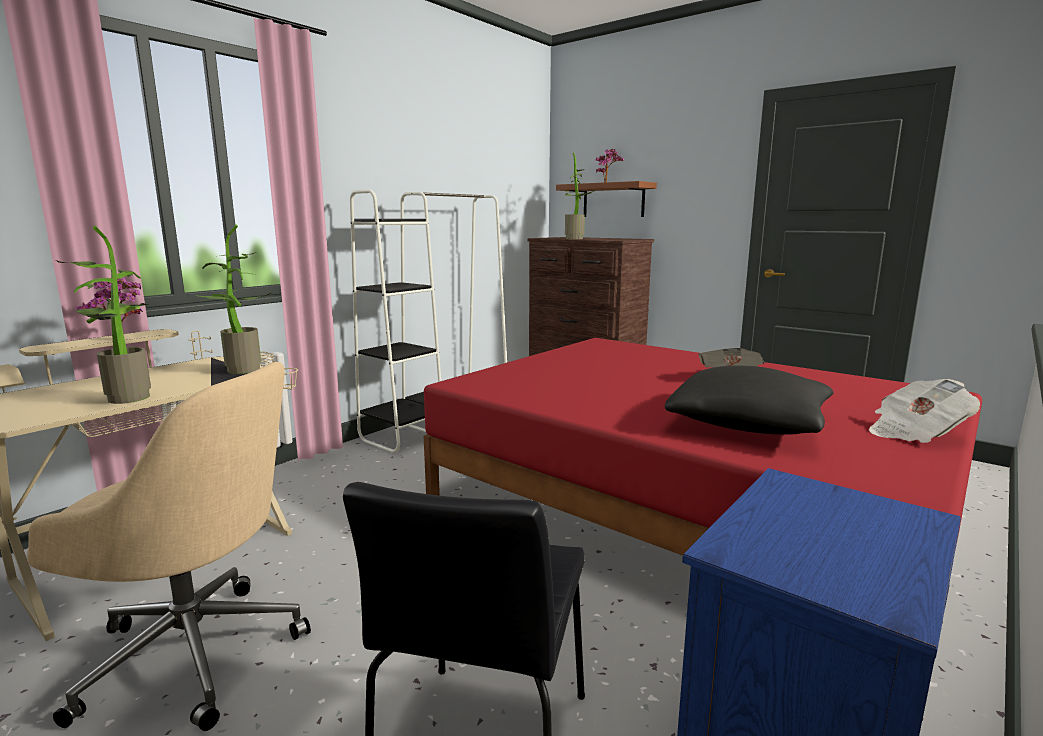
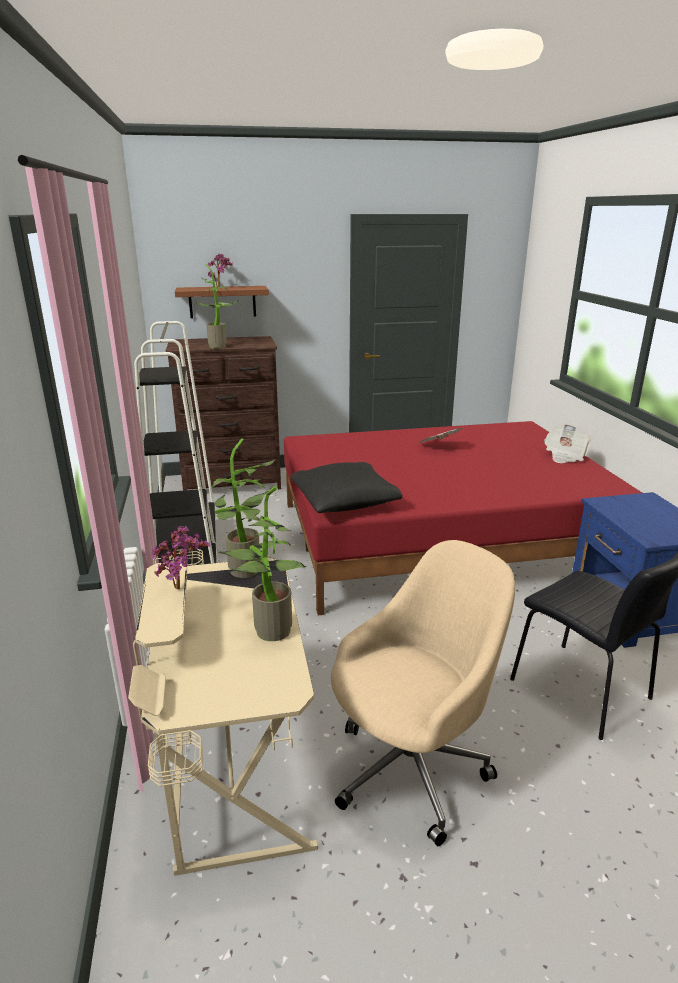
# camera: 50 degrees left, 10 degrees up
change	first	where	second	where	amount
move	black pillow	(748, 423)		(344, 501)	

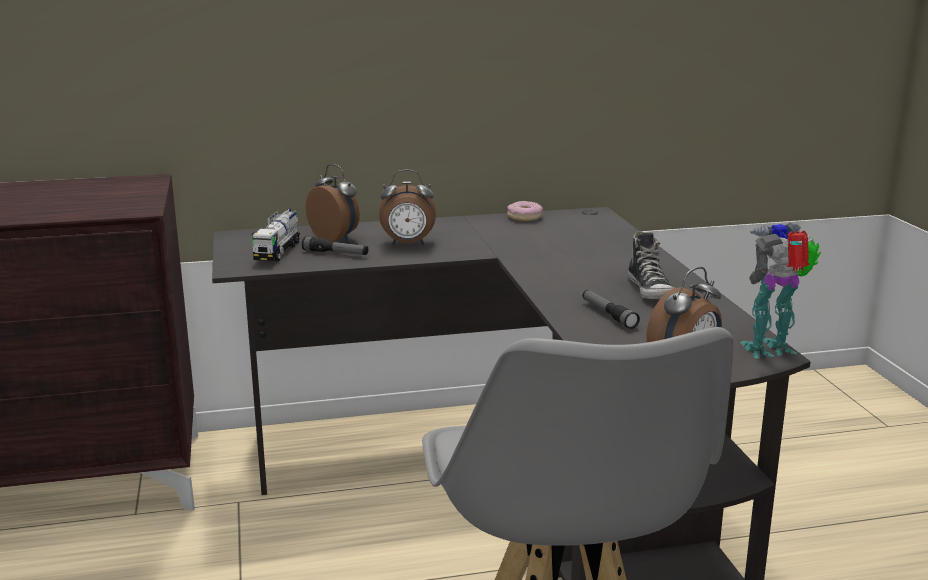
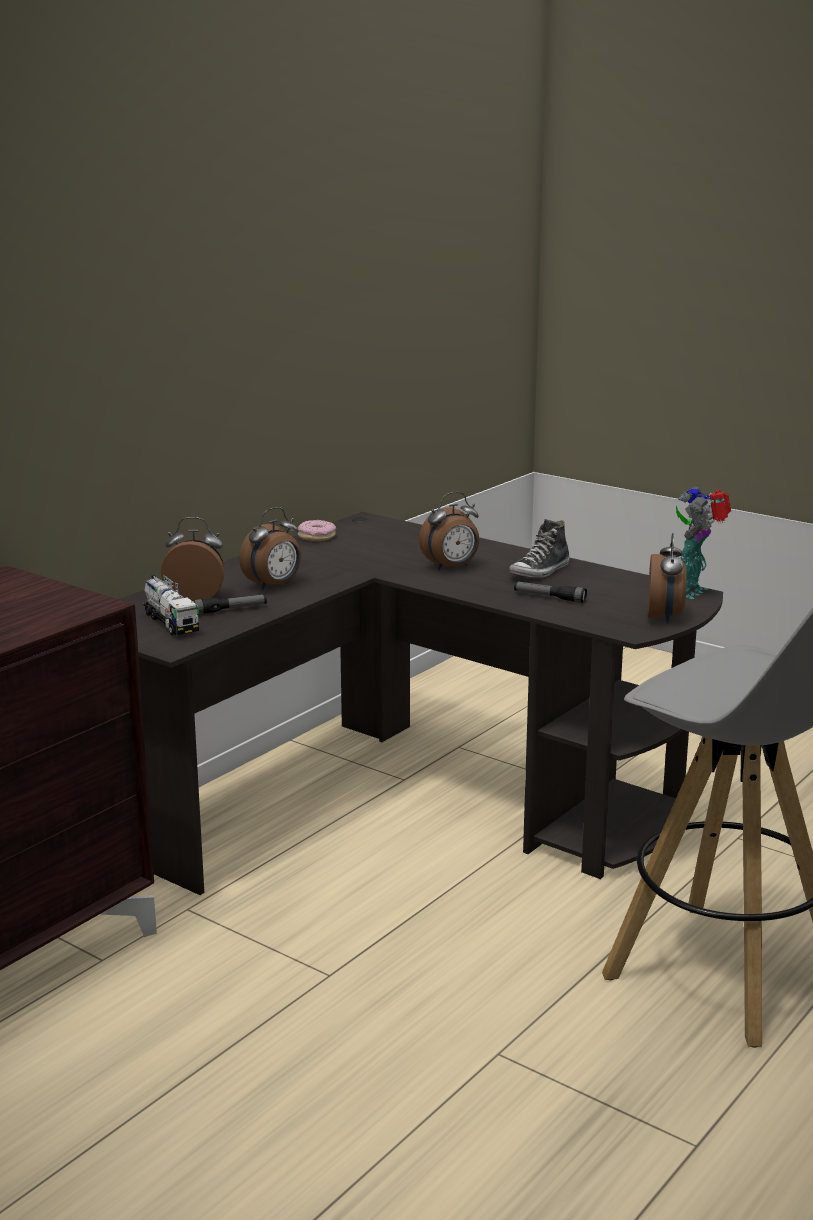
# camera: 40 degrees left, 0 degrees up
change	first	where	second	where	amount
rotate	shoe	(651, 290)		(540, 572)	90 degrees clockwise
insert			alarm clock	(451, 567)	

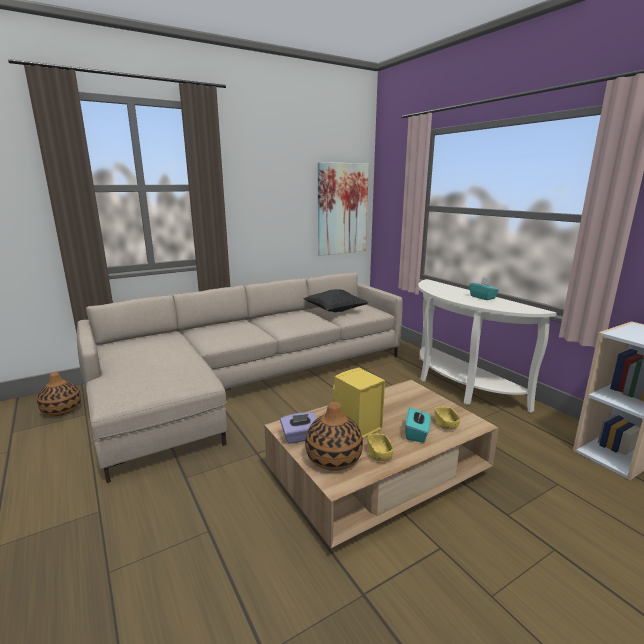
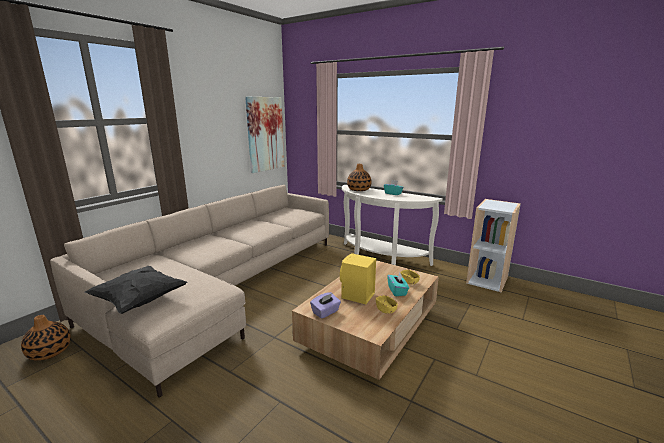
# camera: 25 degrees left, 0 degrees up
change	first	where	second	where	amount
move	black pillow	(335, 311)		(140, 301)	
move	vase	(333, 458)		(359, 189)	

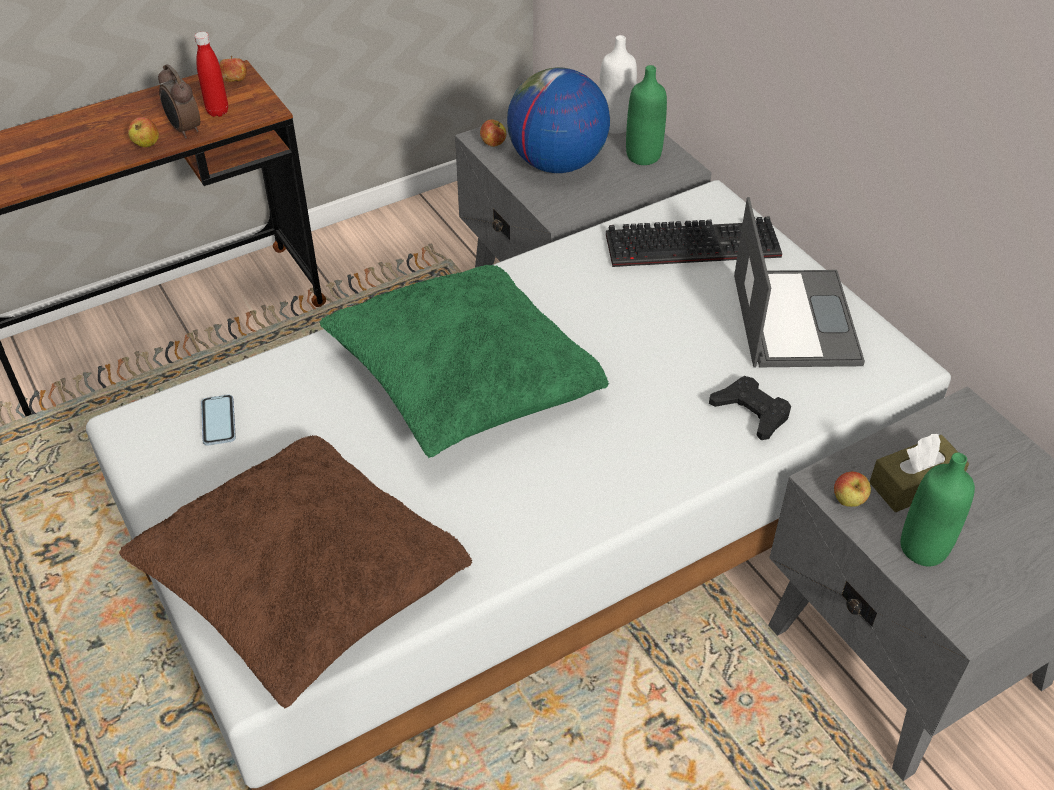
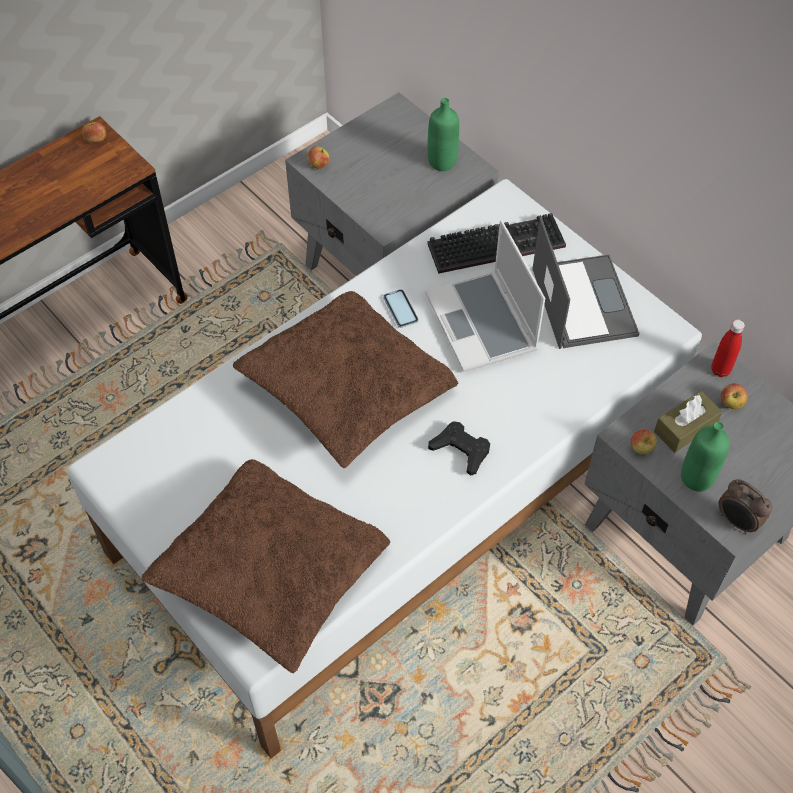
# camera: 10 degrees left, 10 degrees up
change	first	where	second	where	amount
move	red bottle	(217, 112)		(720, 370)	
delete	white bottle	(615, 125)			
move	alarm clock	(184, 130)		(736, 522)	
delete	globe	(556, 164)			
move	apple	(146, 144)		(731, 403)	
recolor	green pillow	(466, 379)	brown pillow	(348, 390)	
move	black game controller	(751, 412)		(461, 450)	
move	phone	(218, 421)		(400, 309)	
insert			laptop	(483, 324)	

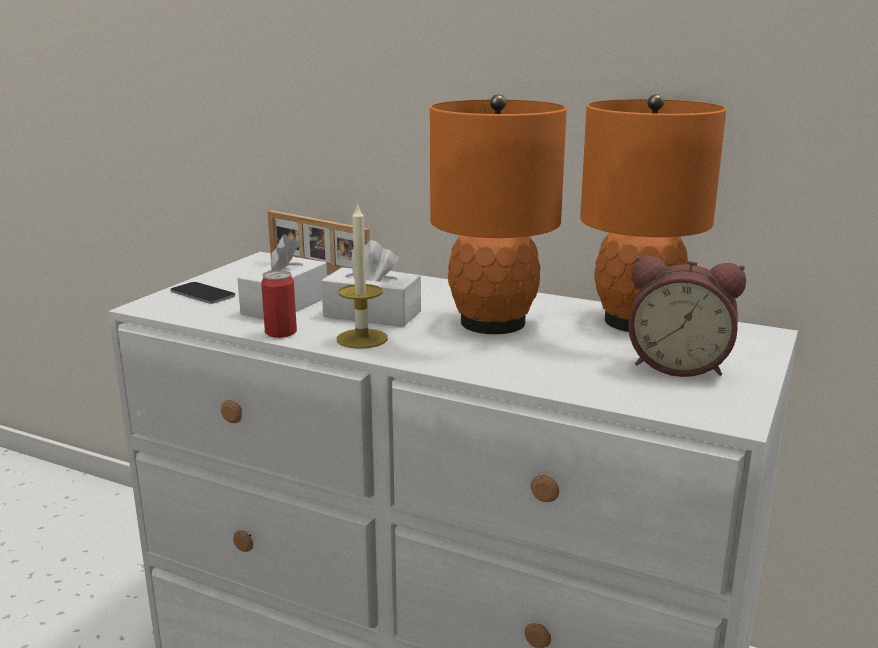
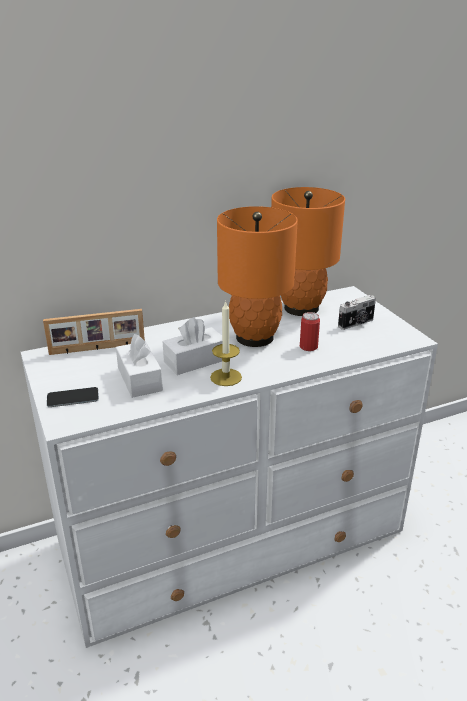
# camera: 50 degrees left, 10 degrees up
change	first	where	second	where	amount
replace	alarm clock	(678, 365)	photo camera	(356, 323)	
move	can	(281, 332)		(308, 347)	

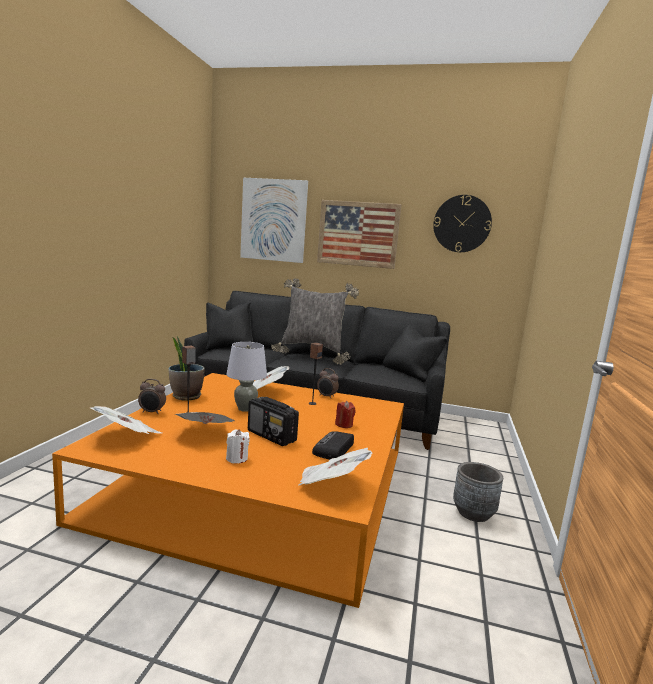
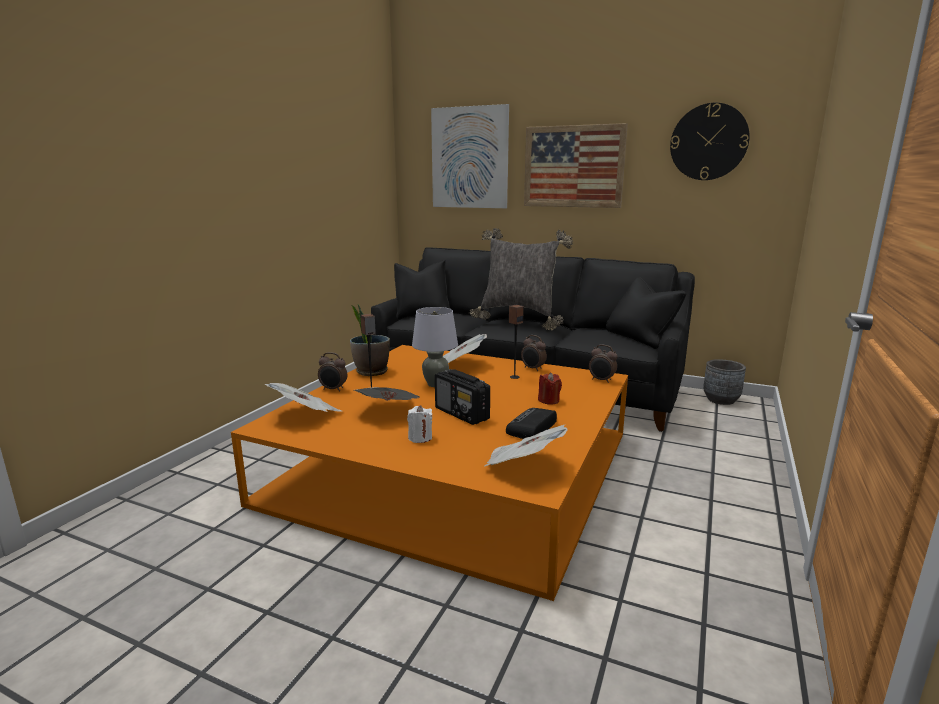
# camera: 10 degrees right, 5 degrees up
change	first	where	second	where	amount
move	grey planter	(473, 513)		(721, 400)	
insert			alarm clock	(601, 380)	

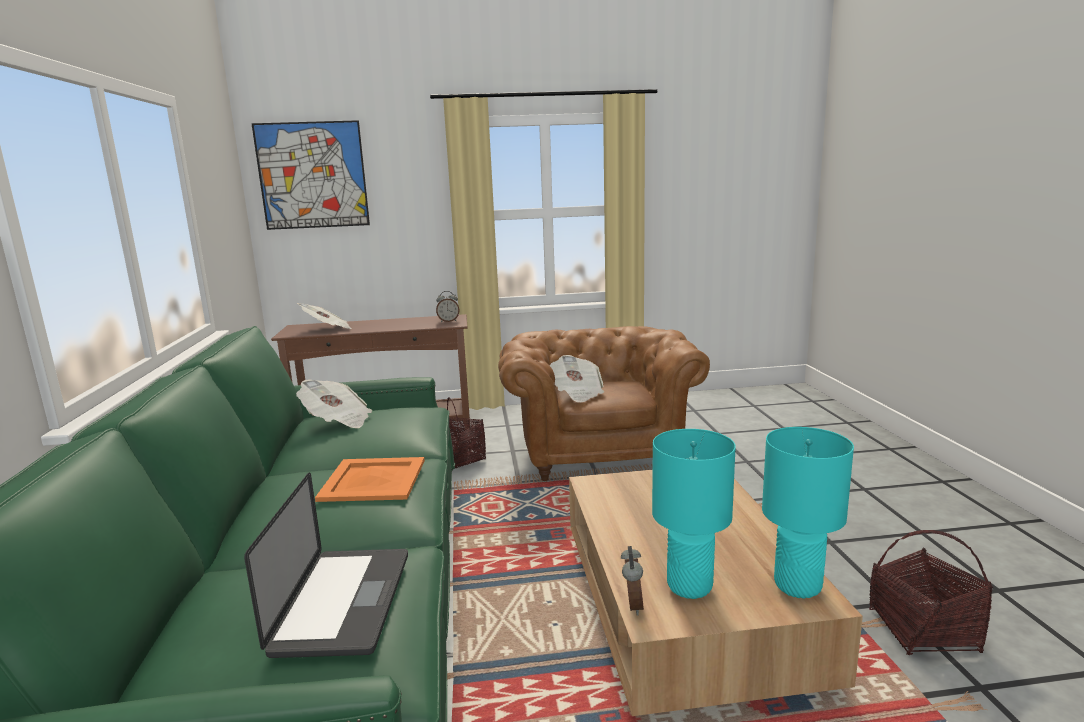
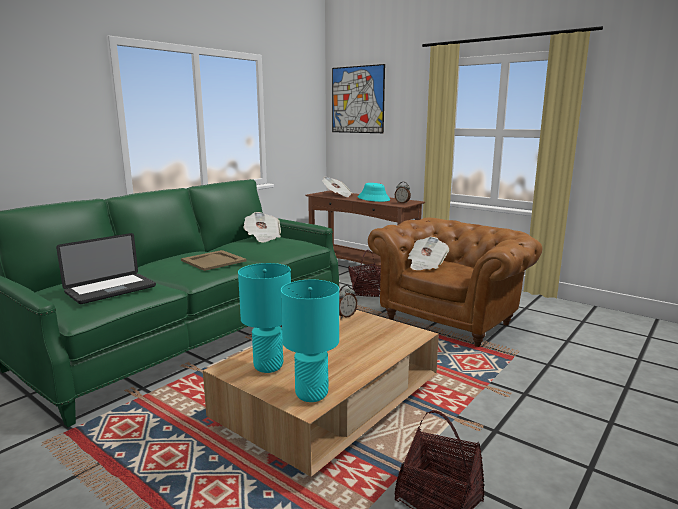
# camera: 45 degrees right, 0 degrees up
change	first	where	second	where	amount
recolor	orange tray	(374, 479)	beige tray	(214, 261)	
move	alarm clock	(632, 605)		(345, 316)	
insert			turquoise hat	(373, 199)	

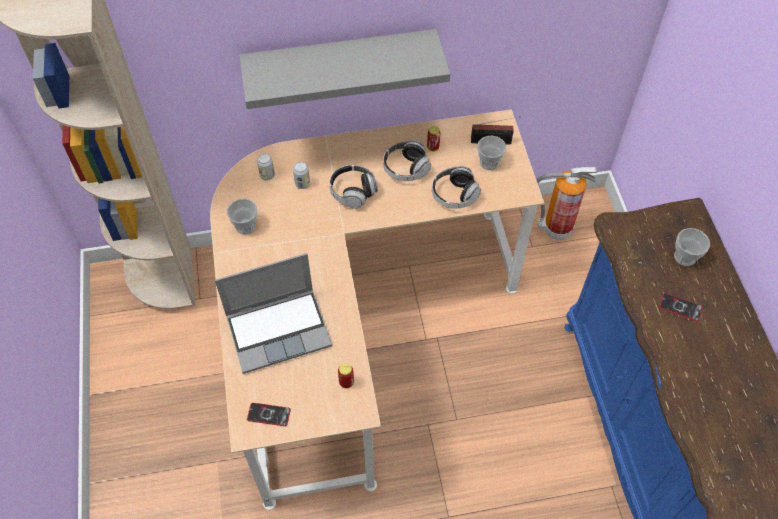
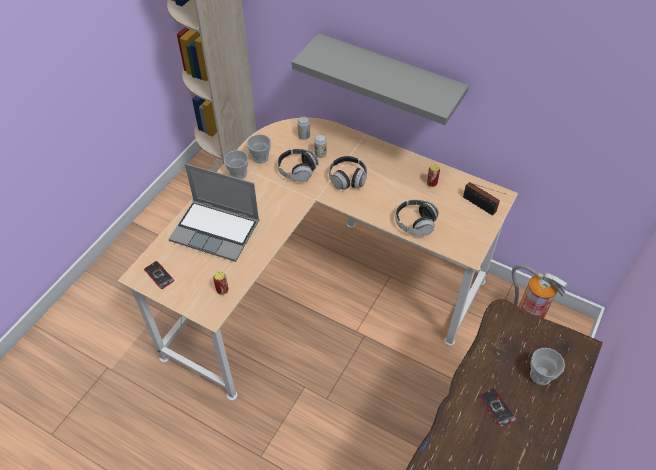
# camera: 40 degrees right, 5 degrees down
change	first	where	second	where	amount
move	cup	(489, 162)		(238, 174)	
move	headphones	(406, 168)		(297, 170)	

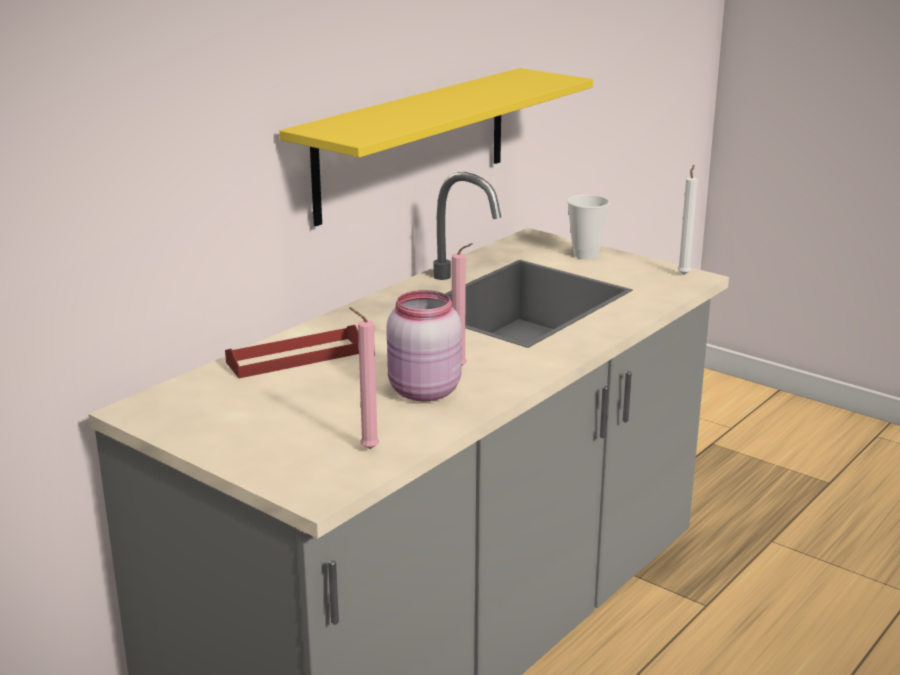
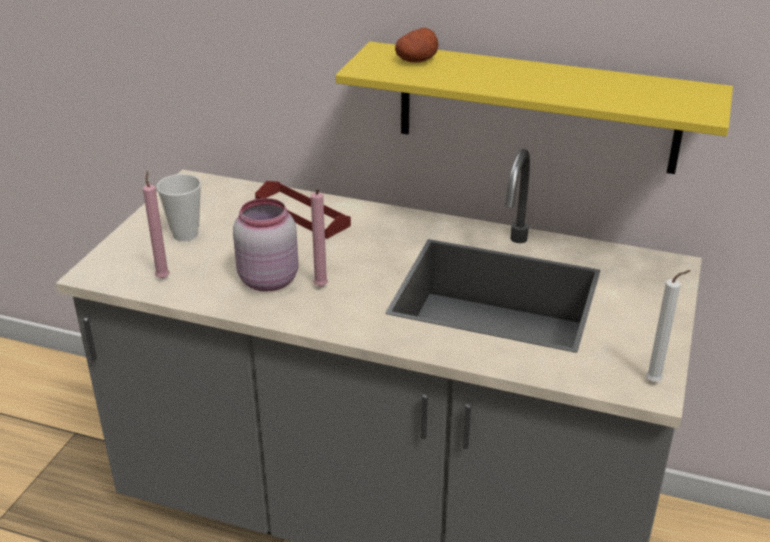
# camera: 70 degrees right, 10 degrees up
change	first	where	second	where	amount
move	cup	(586, 255)		(185, 234)	
insert			potato	(417, 60)	

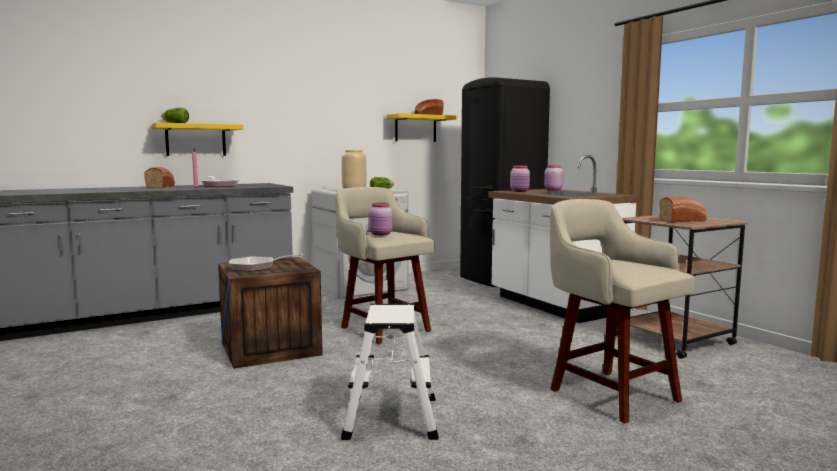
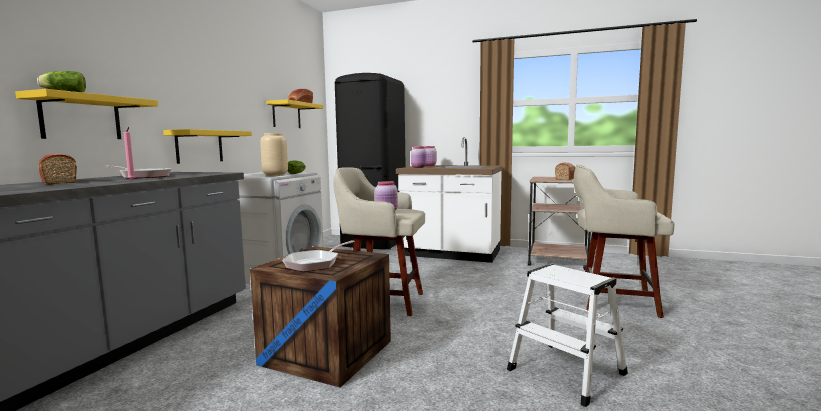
# camera: 40 degrees left, 0 degrees up
change	first	where	second	where	amount
insert			yellow shelf	(199, 146)	

